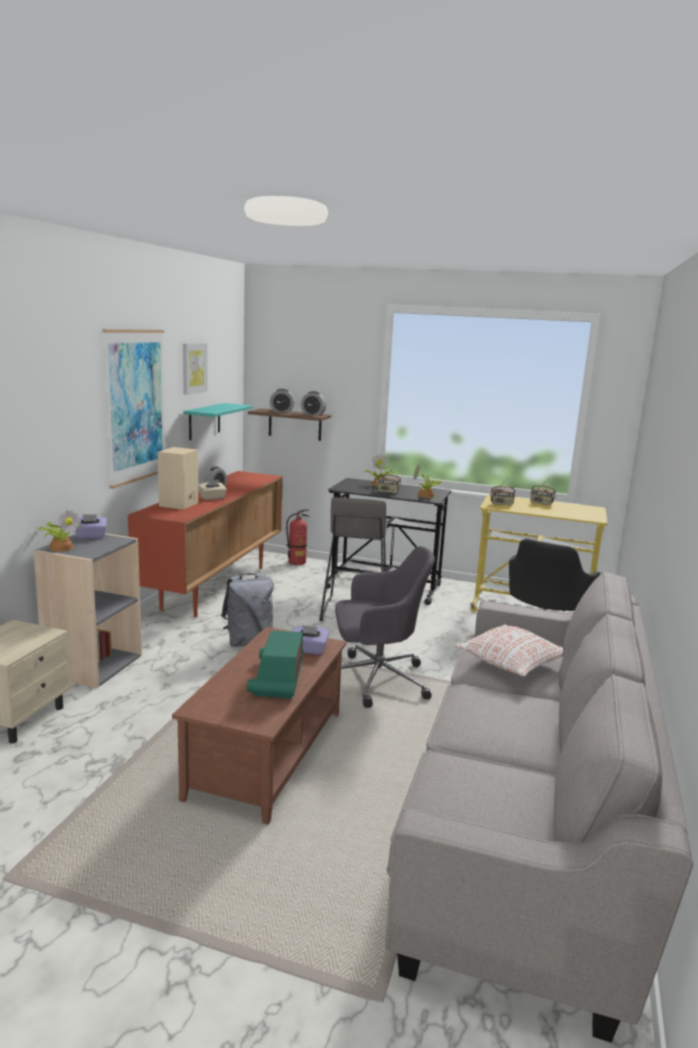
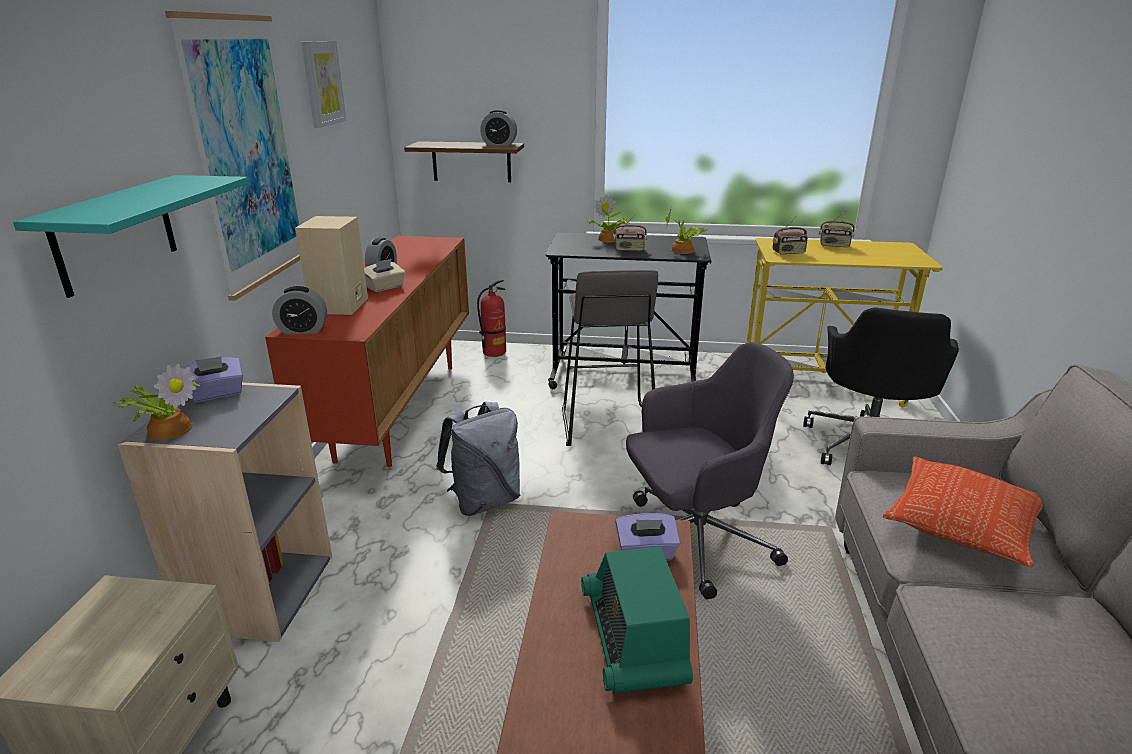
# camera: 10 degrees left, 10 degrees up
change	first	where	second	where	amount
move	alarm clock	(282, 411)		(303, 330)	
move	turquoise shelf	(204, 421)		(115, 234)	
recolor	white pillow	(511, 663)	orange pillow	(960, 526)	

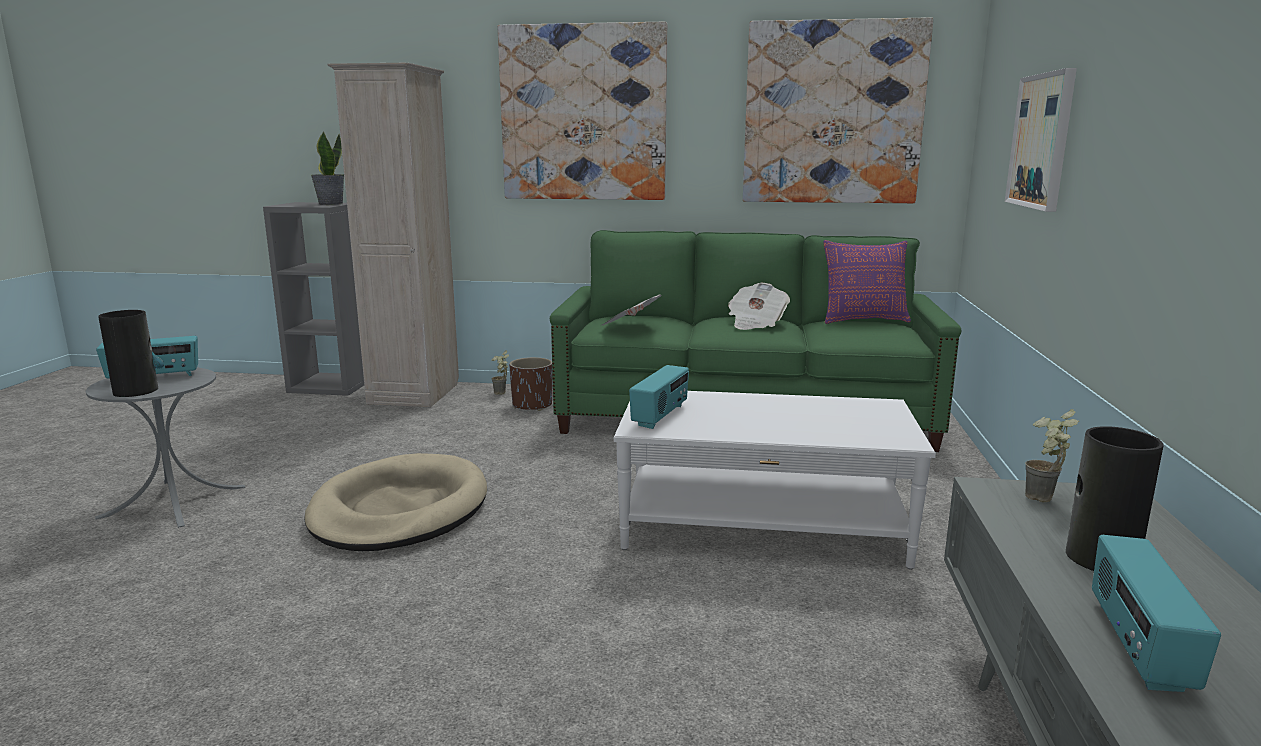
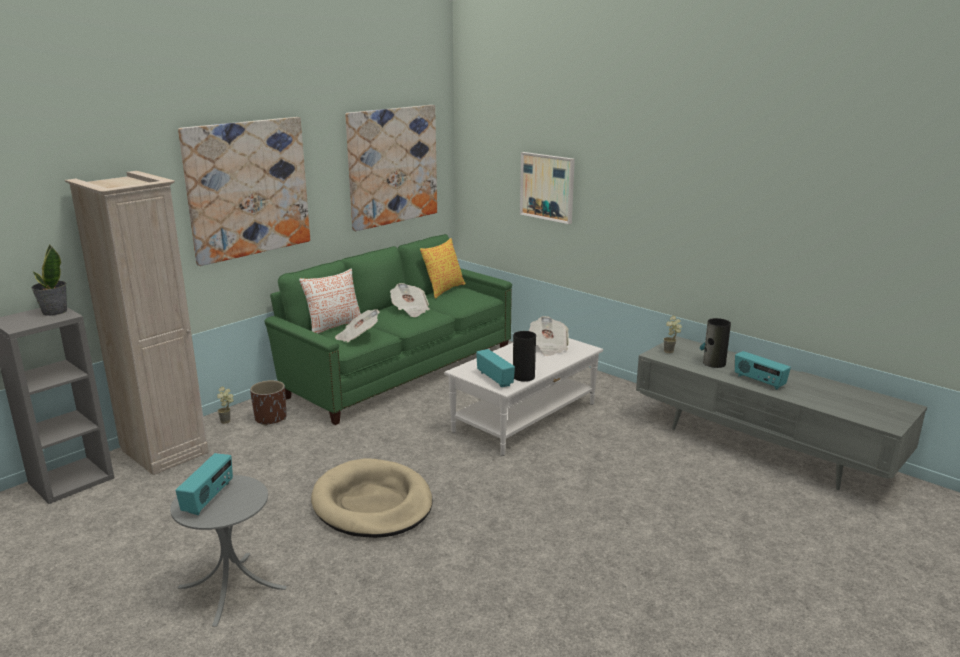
# camera: 55 degrees left, 5 degrees up
change	first	where	second	where	amount
recolor	purple pillow	(864, 321)	yellow pillow	(444, 290)	
move	vase	(136, 390)		(523, 376)	
insert			white pillow	(334, 327)	
insert			newspaper	(548, 347)	

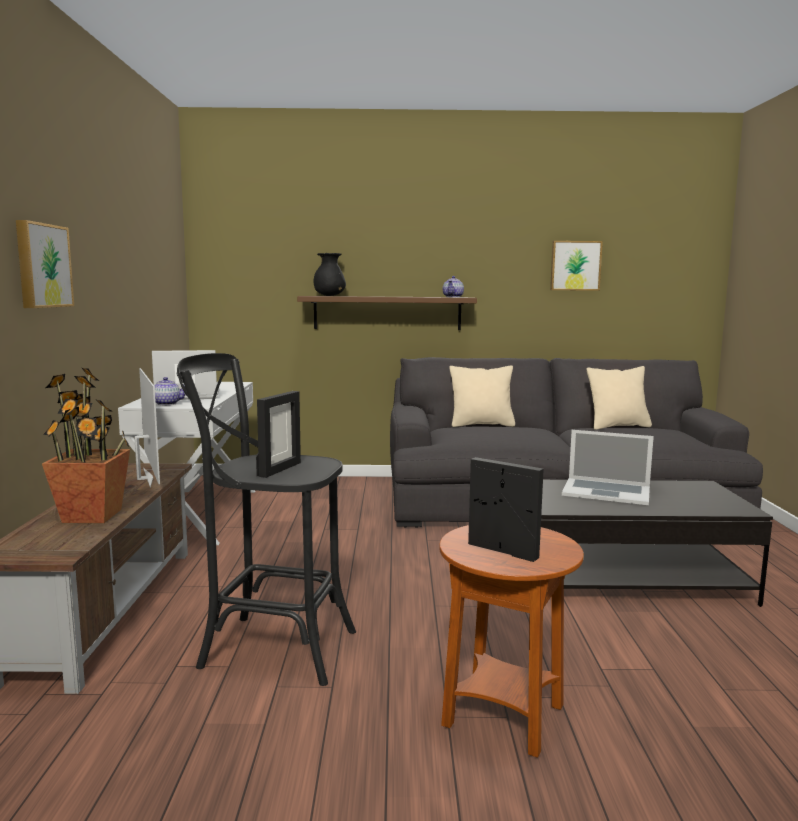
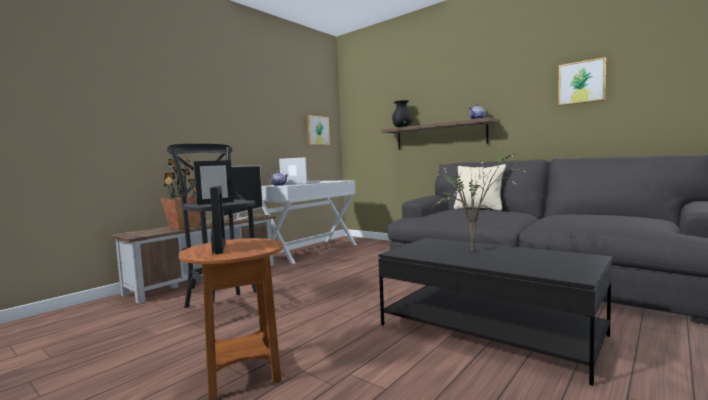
# camera: 40 degrees right, 5 degrees down
change	first	where	second	where	amount
move	picture	(42, 266)		(317, 130)	
delete	beige pillow	(618, 426)			
replace	laptop	(606, 491)	potted plant	(476, 250)	

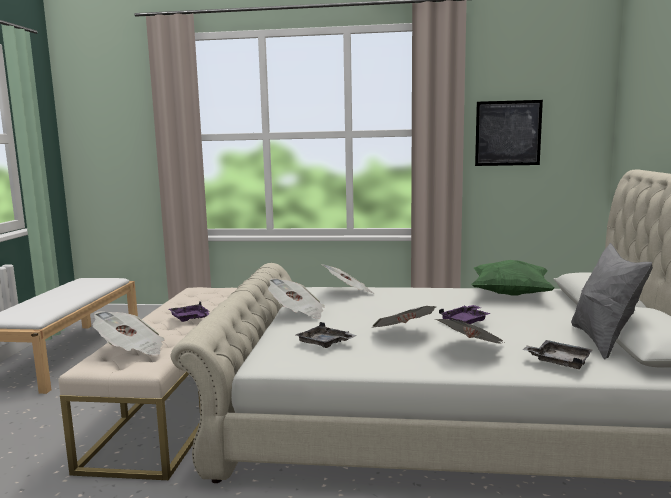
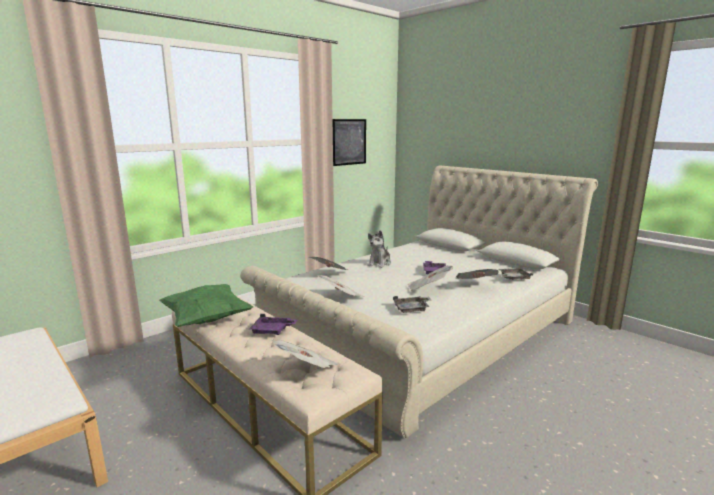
# camera: 50 degrees left, 5 degrees up
change	first	where	second	where	amount
delete	grey pillow	(604, 342)			
move	green pillow	(510, 294)		(206, 319)	
insert			plush toy	(379, 263)	

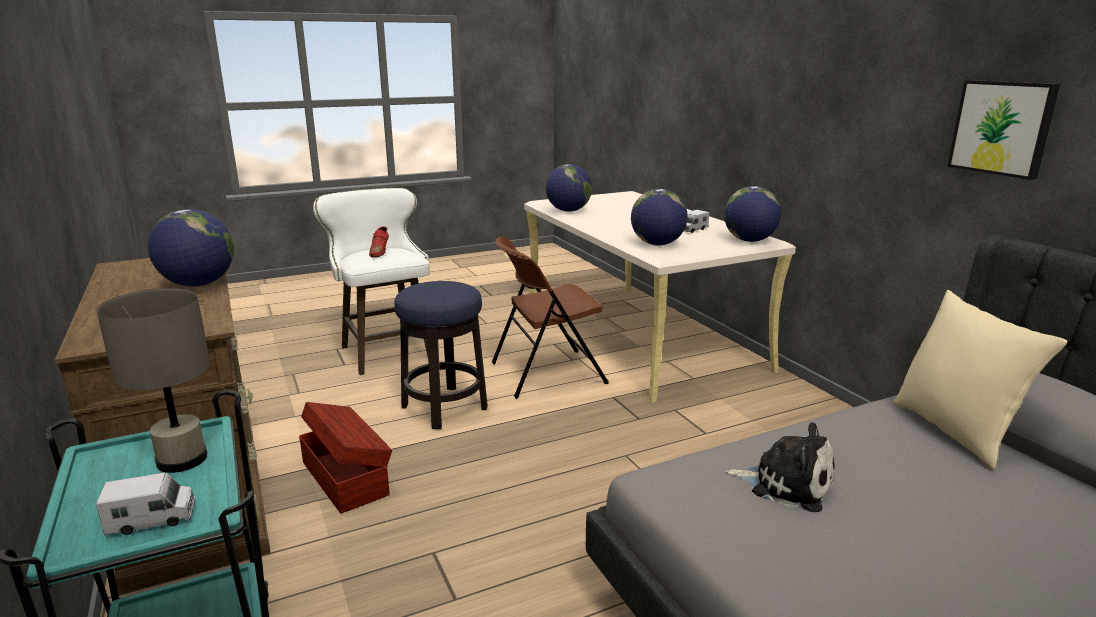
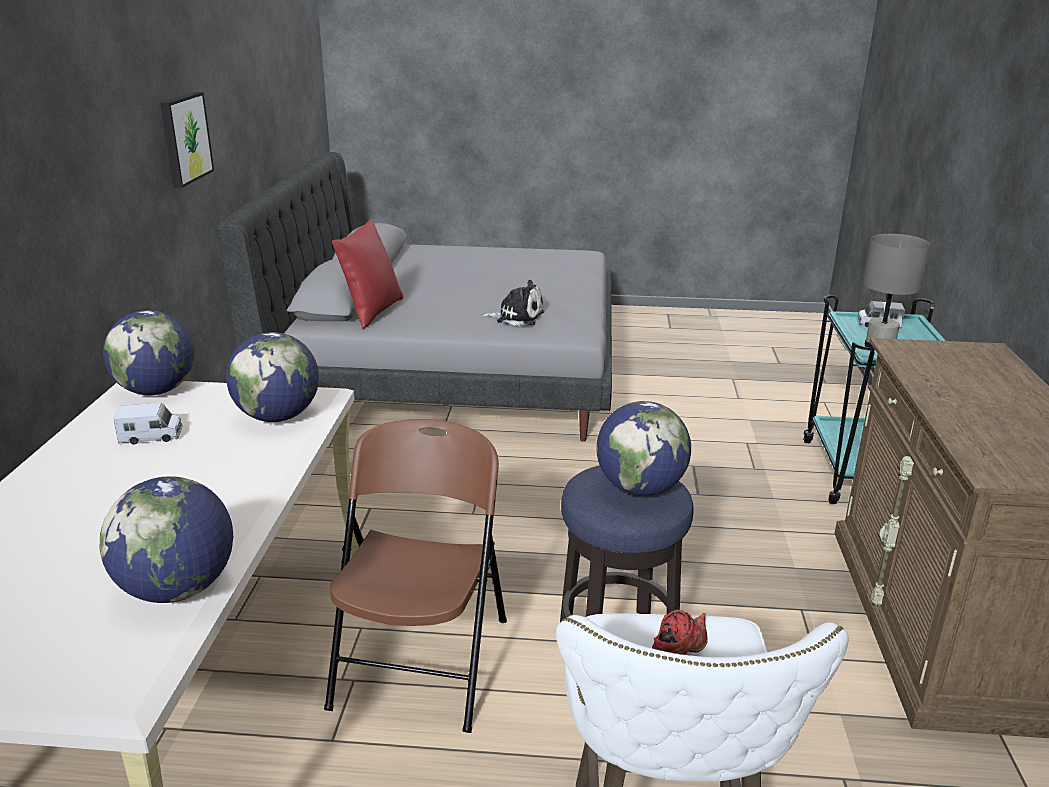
# camera: 150 degrees left, 5 degrees up
change	first	where	second	where	amount
move	globe	(198, 284)		(640, 488)	
rotate	brown chair	(548, 373)		(422, 663)	90 degrees counterclockwise
recolor	beige pillow	(955, 431)	red pillow	(372, 312)	
delete	brown storage box	(346, 477)			
rotate	plush toy	(786, 485)		(517, 317)	135 degrees clockwise

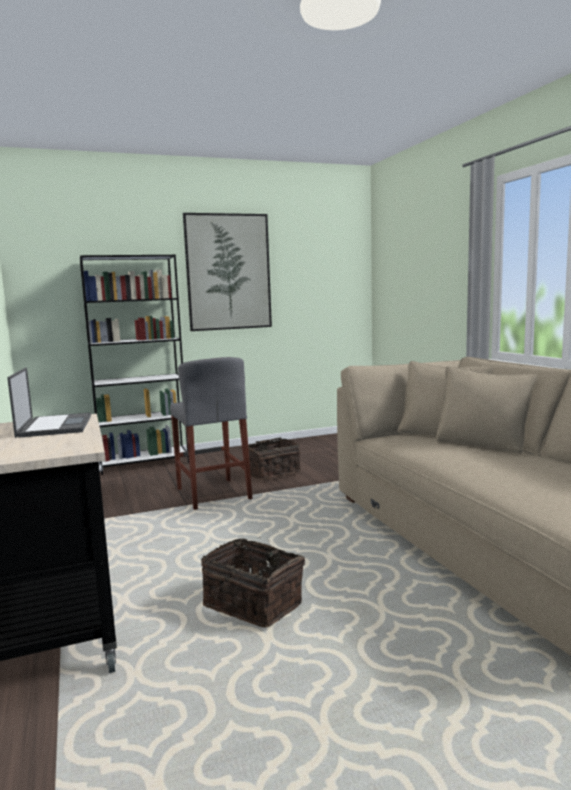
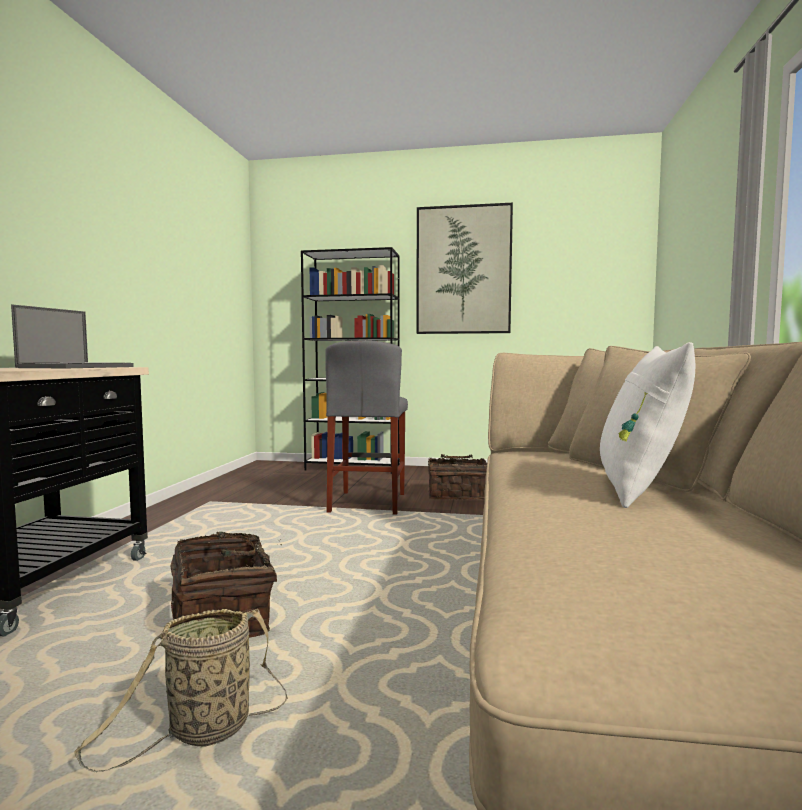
# camera: 30 degrees right, 5 degrees down
change	first	where	second	where	amount
insert			white pillow	(639, 489)	
insert			basket	(204, 732)	

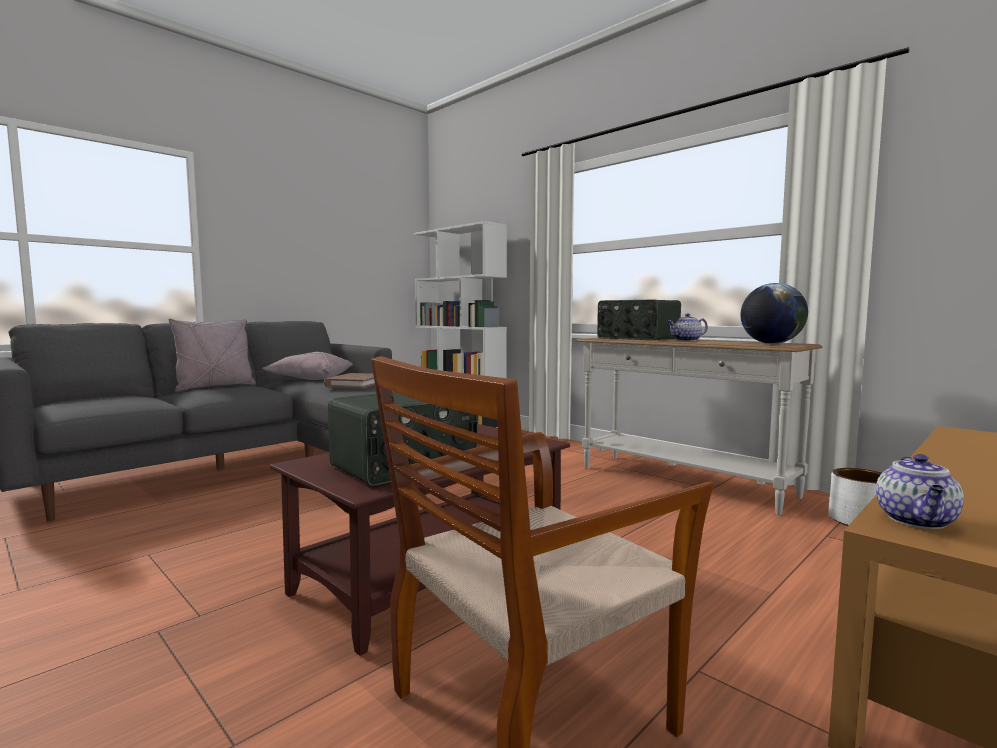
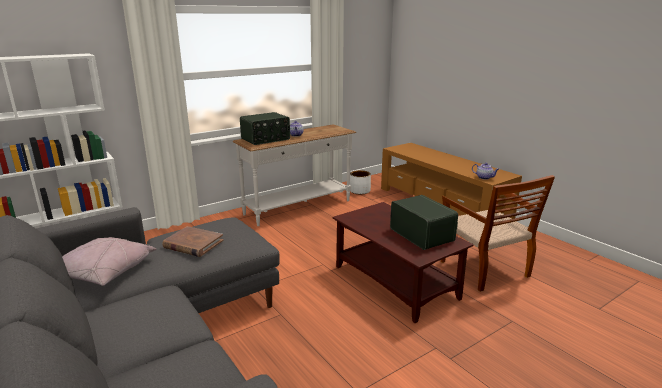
# camera: 80 degrees left, 15 degrees up
change	first	where	second	where	amount
delete	globe	(771, 343)			
delete	purple pillow	(215, 387)			

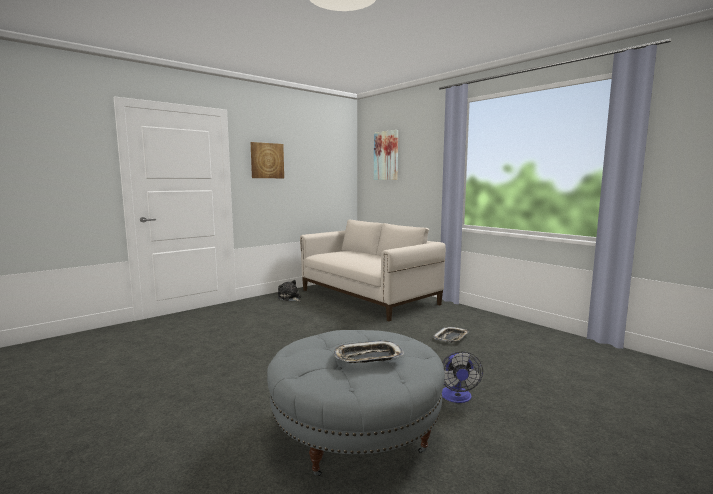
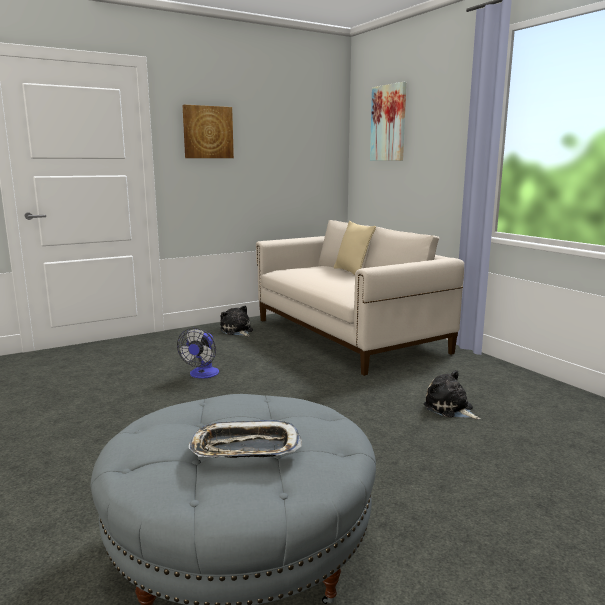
# camera: 10 degrees right, 5 degrees up
change	first	where	second	where	amount
replace	tray	(451, 337)	plush toy	(450, 409)	
move	fan	(457, 398)		(202, 375)	
insert			beige pillow	(352, 272)	

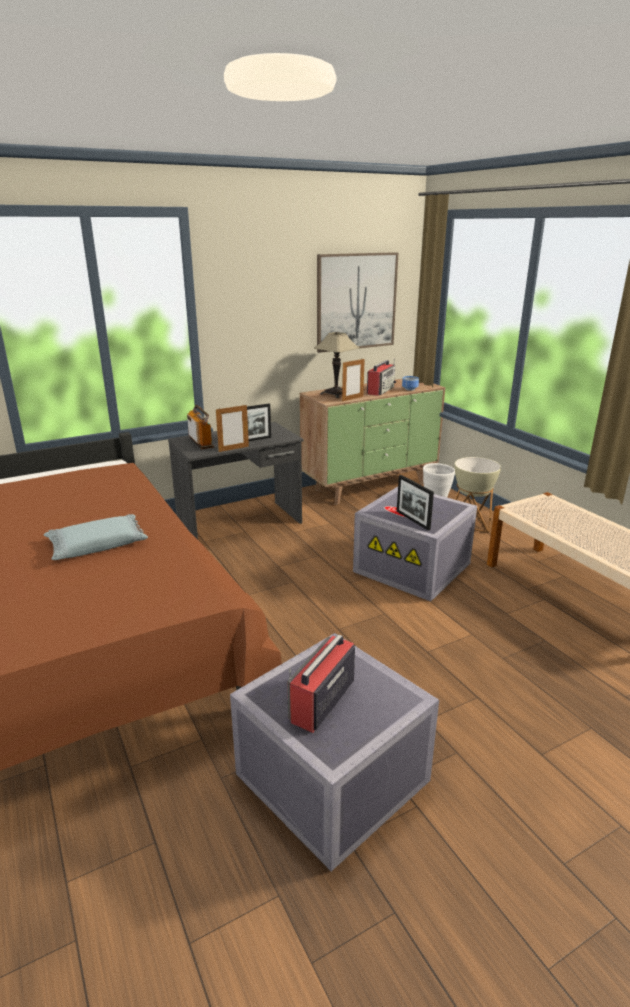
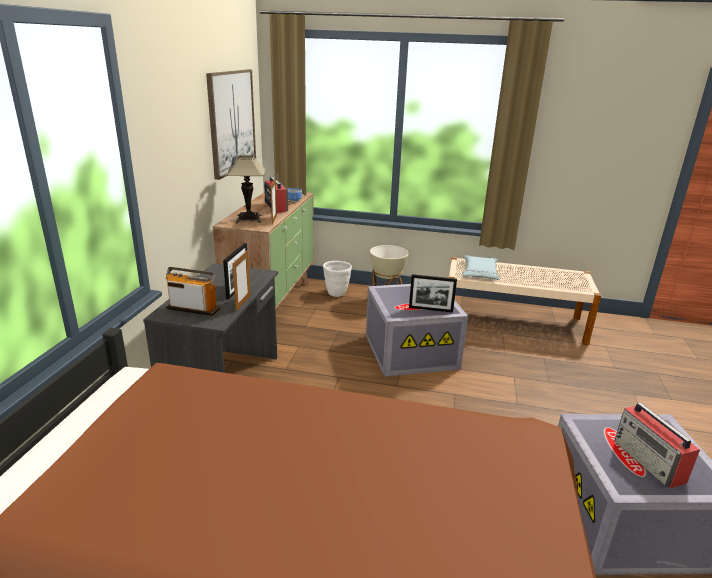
# camera: 50 degrees left, 0 degrees up
change	first	where	second	where	amount
move	blue pillow	(97, 542)		(480, 271)	

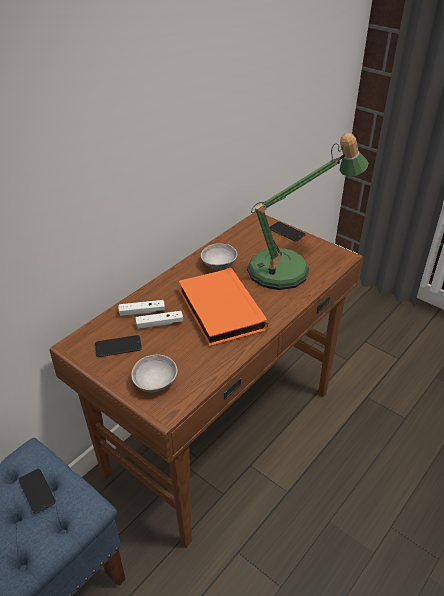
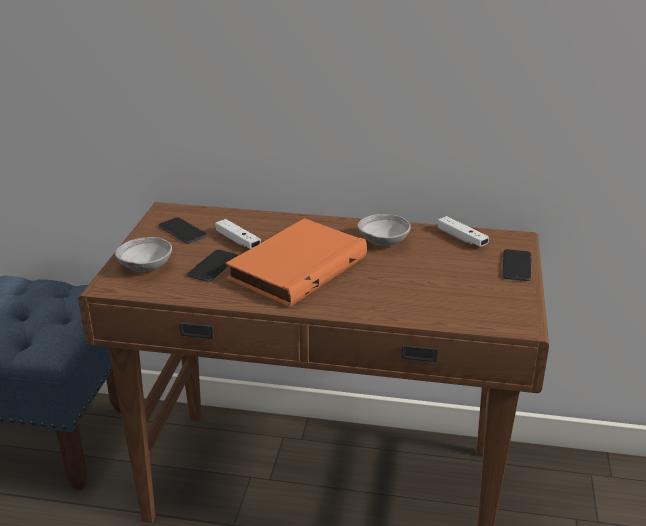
# camera: 60 degrees right, 10 degrees down
change	first	where	second	where	amount
delete	table lamp	(289, 269)			
move	white game controller	(142, 312)		(461, 238)	
move	phone	(37, 491)		(213, 266)	

